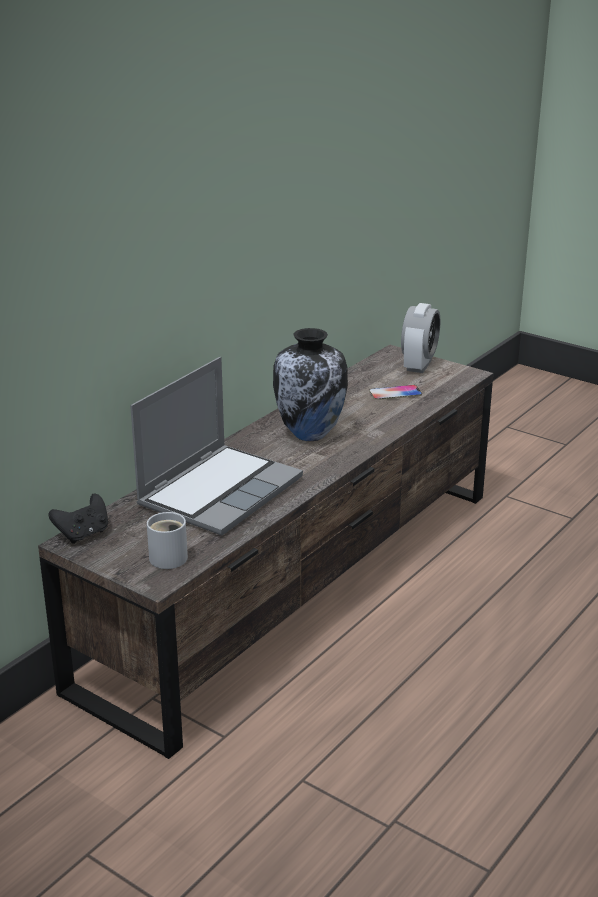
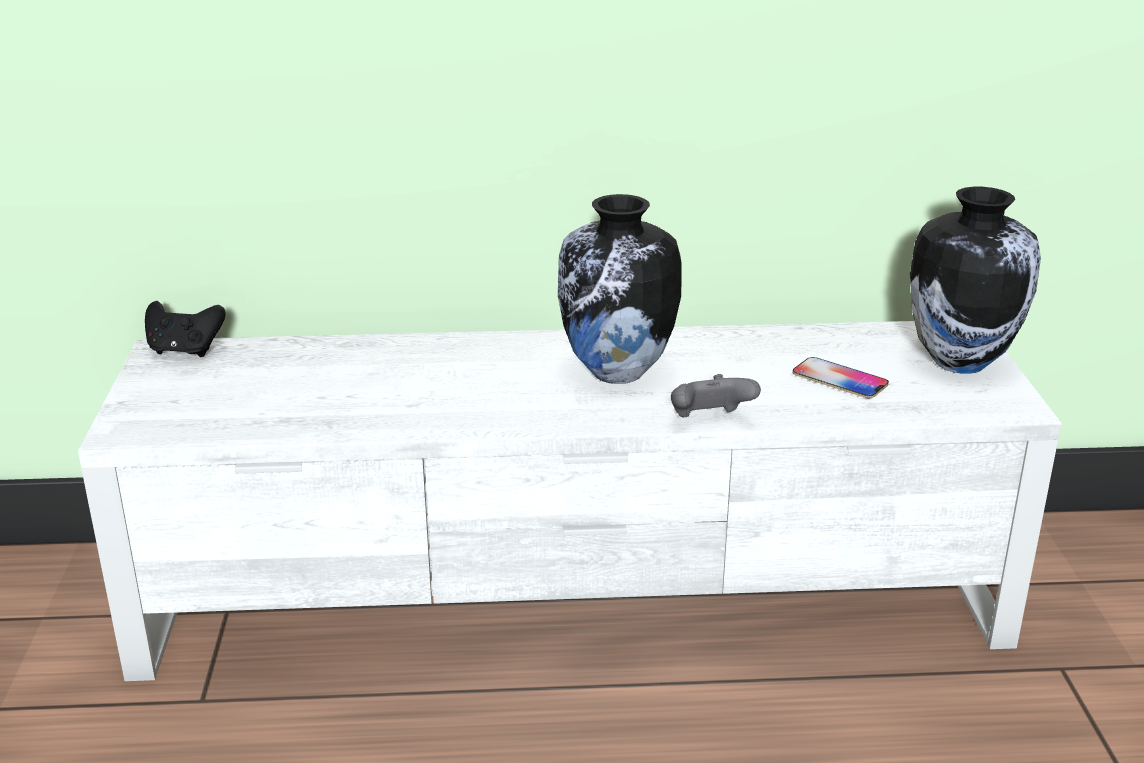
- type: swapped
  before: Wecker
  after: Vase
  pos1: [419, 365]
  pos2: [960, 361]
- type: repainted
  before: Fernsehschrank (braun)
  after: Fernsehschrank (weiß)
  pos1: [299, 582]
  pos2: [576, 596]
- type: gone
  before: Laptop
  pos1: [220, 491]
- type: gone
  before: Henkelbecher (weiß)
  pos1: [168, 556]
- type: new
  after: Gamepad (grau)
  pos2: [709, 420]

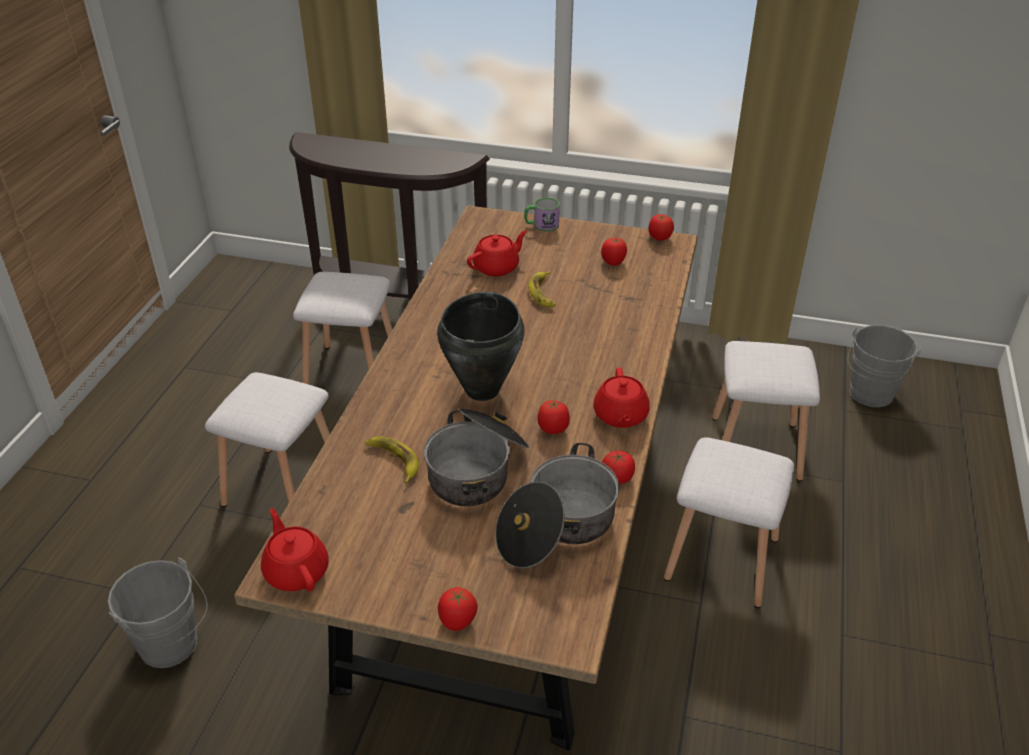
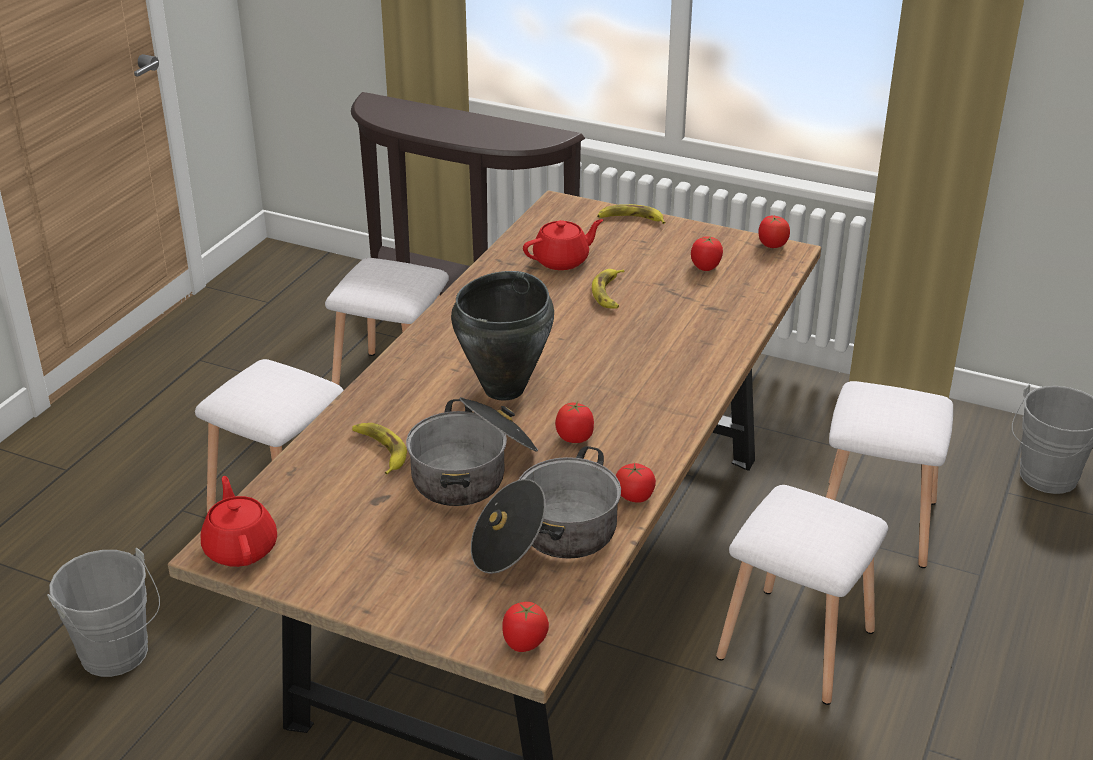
- type: swapped
  before: Henkelbecher
  after: Banane
  pos1: [541, 225]
  pos2: [630, 219]
- type: gone
  before: Teekanne (rot)
  pos1: [620, 416]
- type: shifted
  before: Tomate
  pos1: [457, 621]
  pos2: [524, 643]

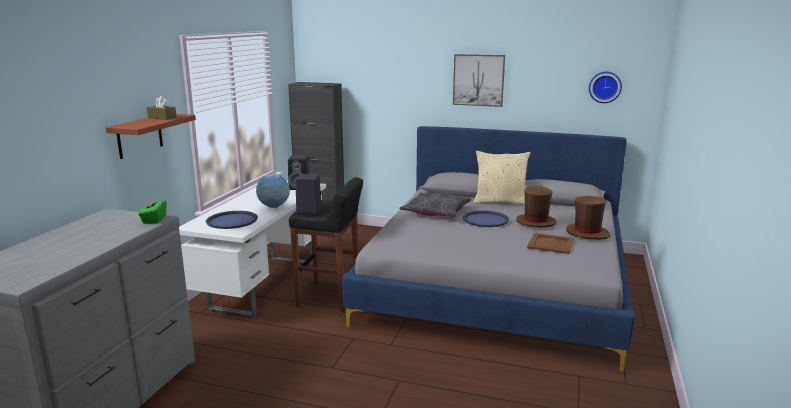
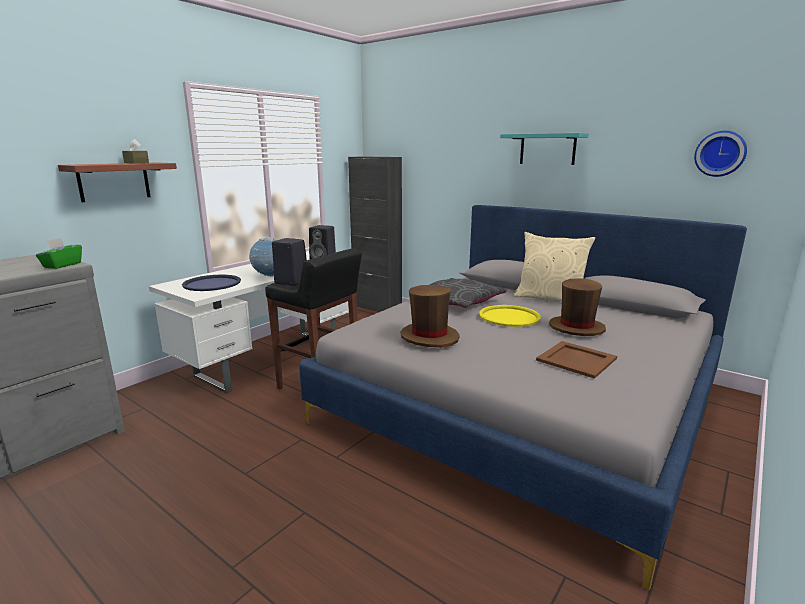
- type: swapped
  before: Bild
  after: Wandregal (türkis)
  pos1: [478, 80]
  pos2: [547, 149]
- type: shifted
  before: Hut (braun)
  pos1: [587, 233]
  pos2: [429, 337]
- type: repainted
  before: Tablett (blau)
  after: Tablett (gelb)
  pos1: [485, 219]
  pos2: [509, 317]

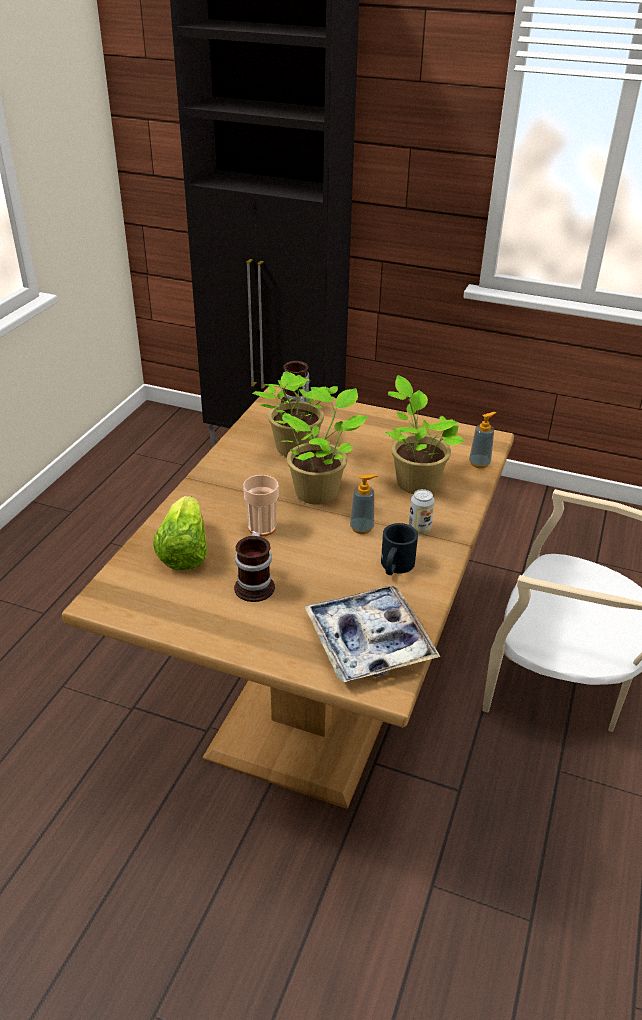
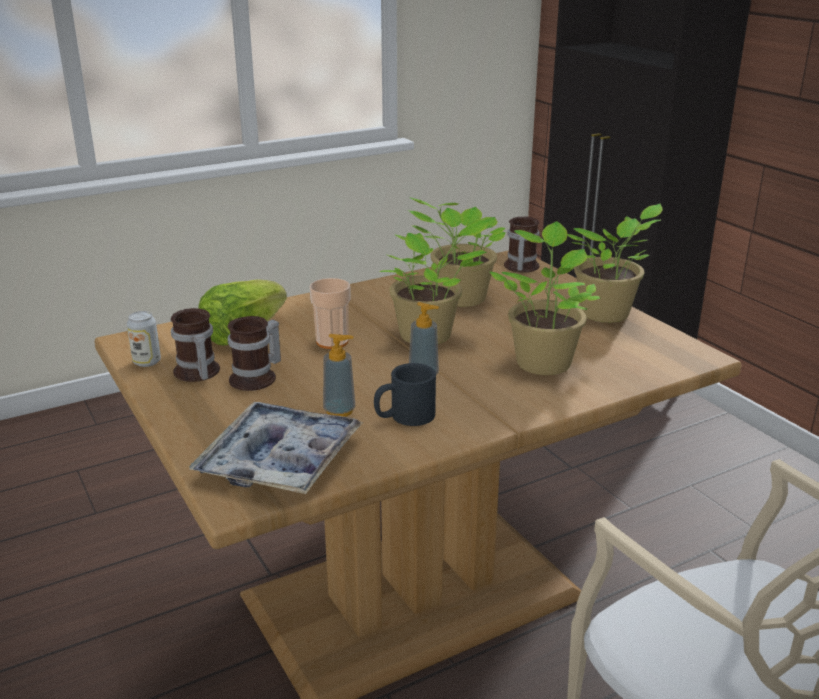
- type: shifted
  before: Seifenspender
  pos1: [479, 463]
  pos2: [339, 411]
- type: shifted
  before: Dose
  pos1: [419, 529]
  pos2: [147, 362]
- type: new
  after: Topfpflanze
  pos2: [607, 315]
- type: new
  after: Henkelbecher
  pos2: [196, 373]

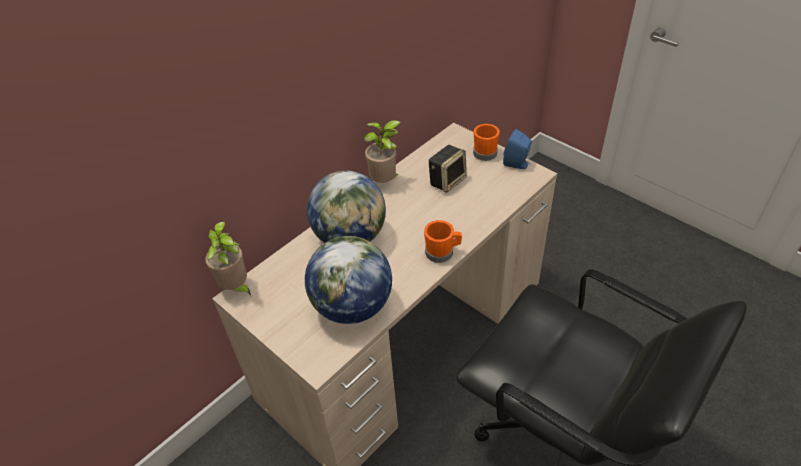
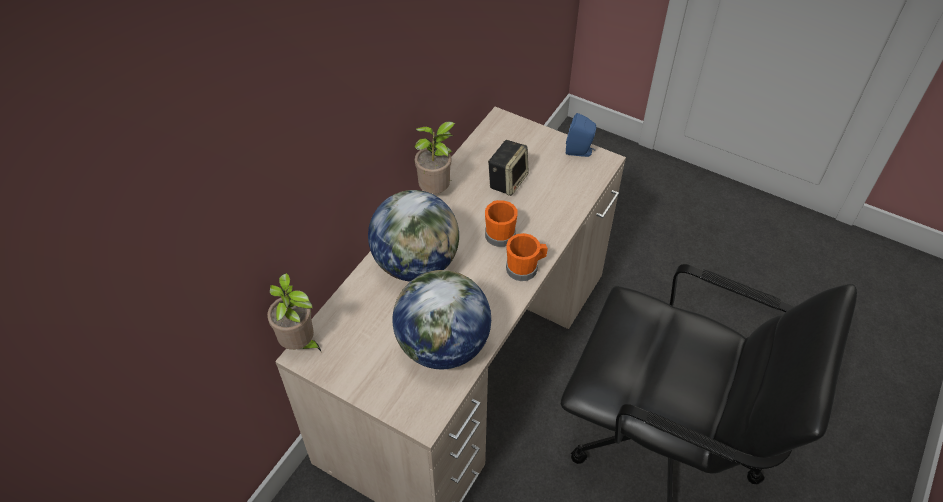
- type: shifted
  before: Henkelbecher (orange)
  pos1: [485, 151]
  pos2: [499, 232]

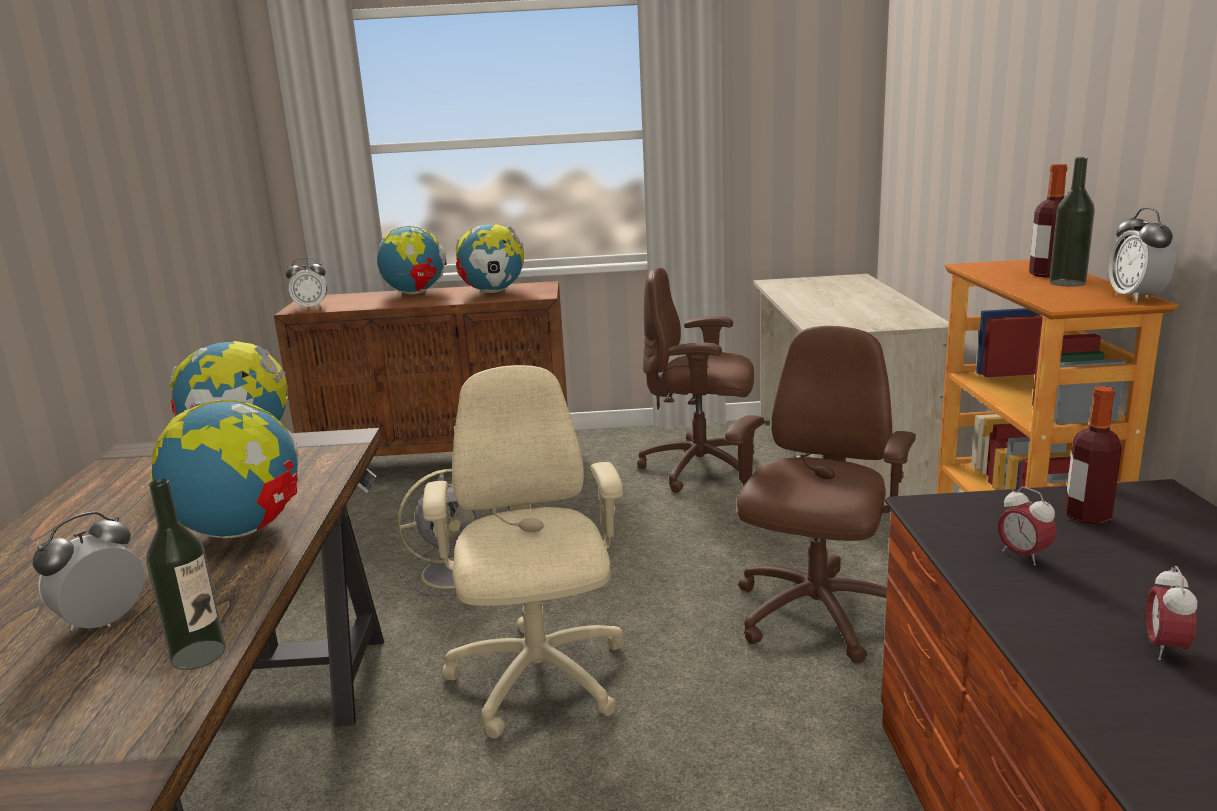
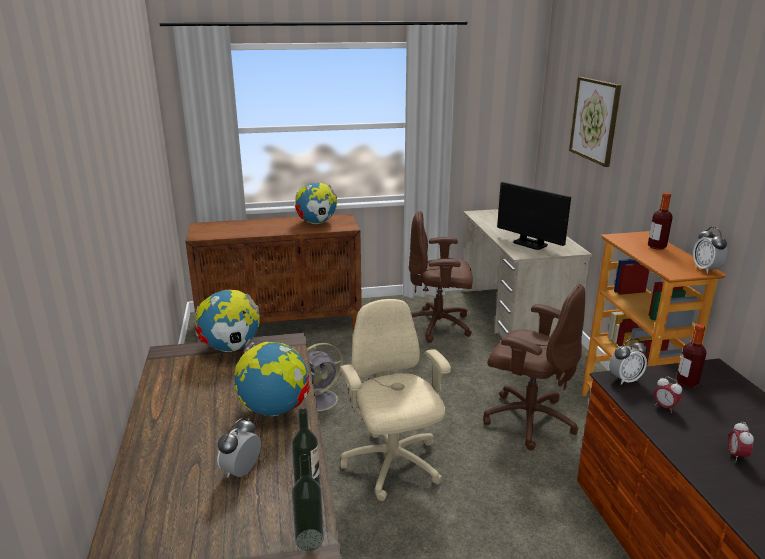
- type: shifted
  before: Flasche
  pos1: [1067, 283]
  pos2: [309, 539]
- type: gone
  before: Globus
  pos1: [415, 293]
- type: shifted
  before: Wecker
  pos1: [311, 307]
  pos2: [625, 380]
- type: rotated
  before: Bürostuhl (braun)
  pos1: [815, 616]
  pos2: [528, 419]
  turn: 105
- type: new
  after: Bild
  pos2: [595, 120]
- type: new
  after: Monitor
  pos2: [530, 244]

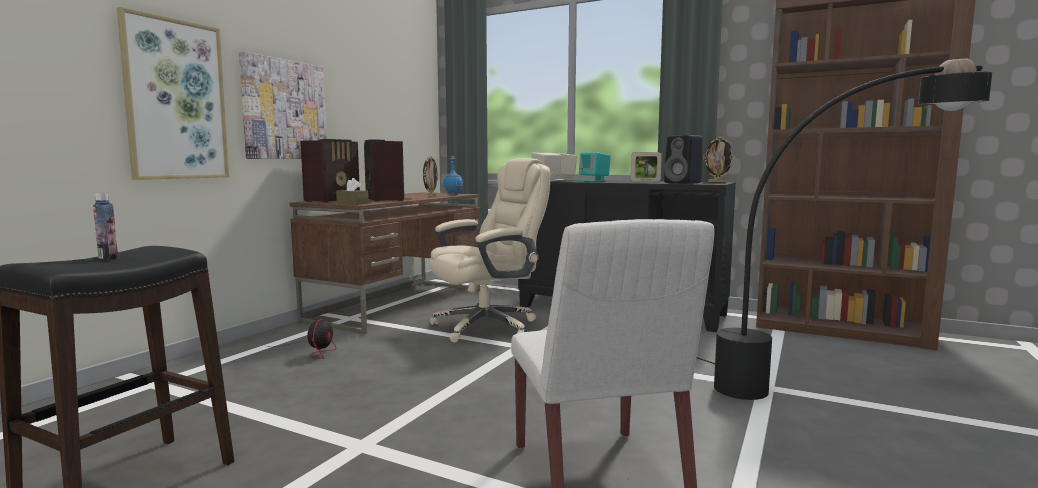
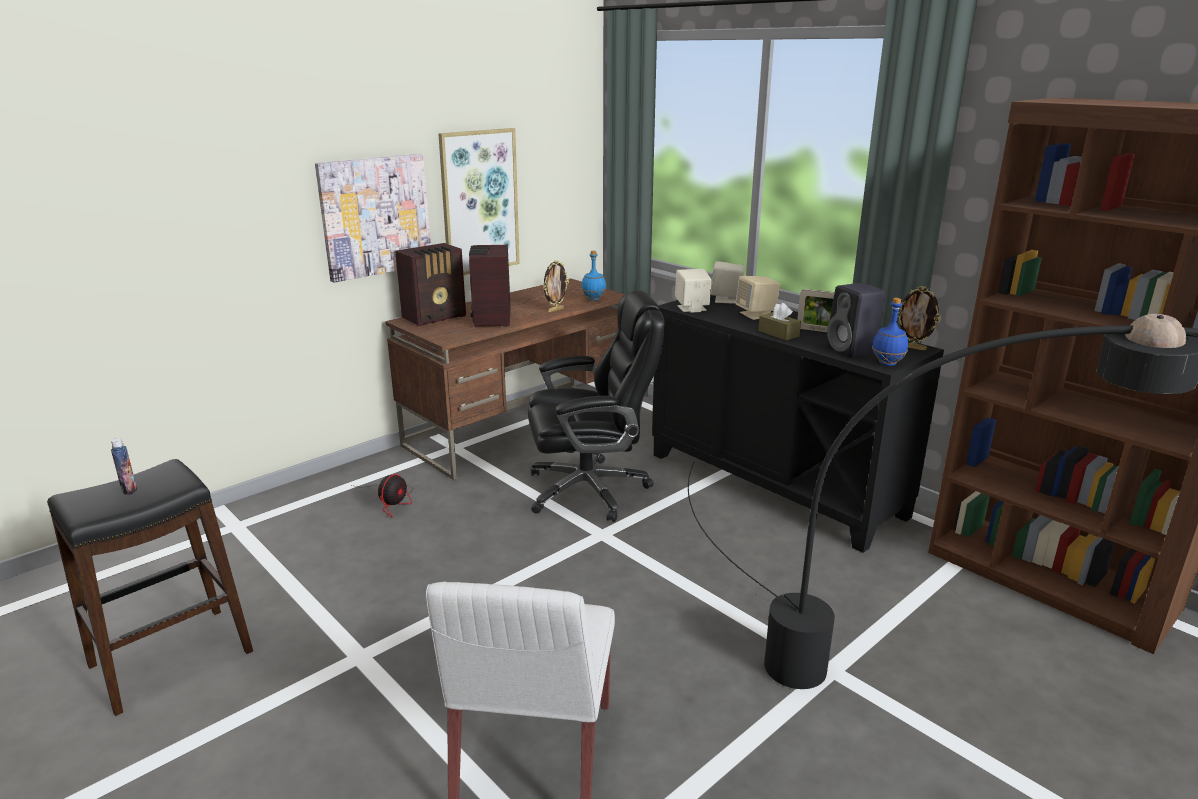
- type: shifted
  before: Bild
  pos1: [175, 100]
  pos2: [479, 202]
- type: repainted
  before: Lautsprecher (türkis)
  after: Lautsprecher (beige)
  pos1: [594, 180]
  pos2: [756, 315]
- type: repainted
  before: Bürostuhl (beige)
  after: Bürostuhl (schwarz)
  pos1: [488, 326]
  pos2: [590, 490]
- type: shifted
  before: Taschentuchbox (braun)
  pos1: [352, 203]
  pos2: [778, 333]
- type: new
  after: Flasche (blau)
  pos2: [887, 363]

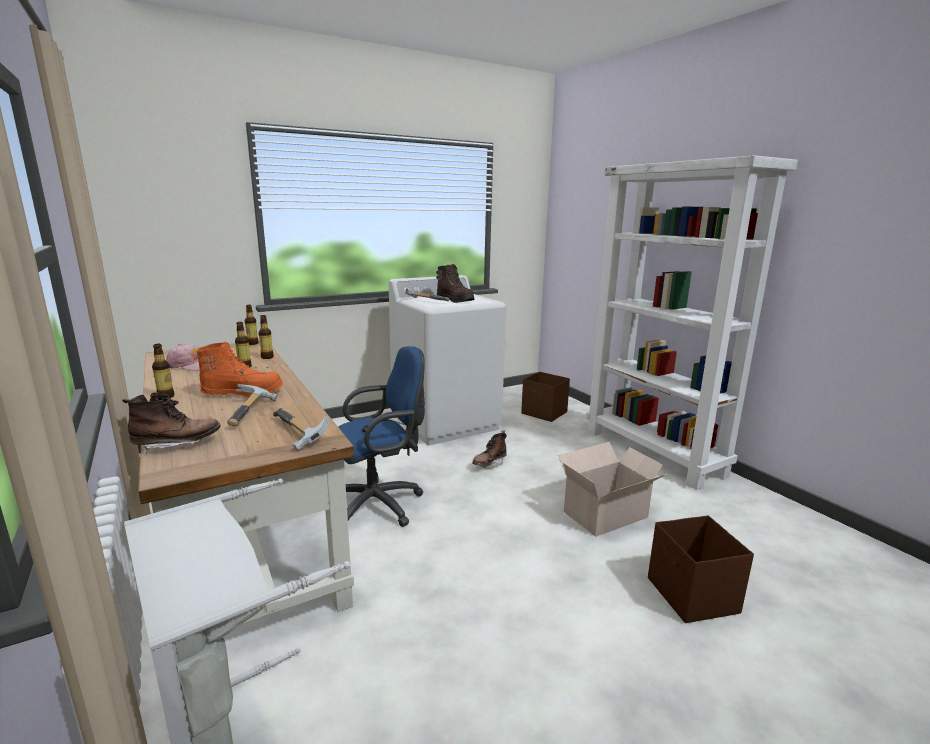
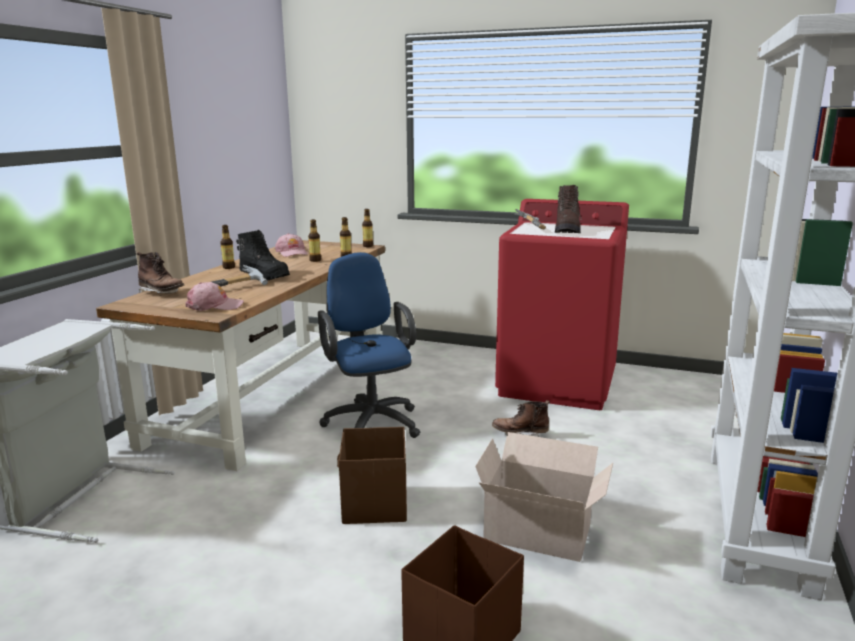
- type: repainted
  before: Waschmaschine (weiß)
  after: Waschmaschine (rot)
  pos1: [446, 422]
  pos2: [558, 383]
- type: repainted
  before: Stiefel (orange)
  after: Stiefel (schwarz)
  pos1: [243, 393]
  pos2: [265, 276]
- type: rotated
  before: Bürostuhl (blau)
  pos1: [380, 504]
  pos2: [370, 421]
  turn: -135
- type: shifted
  before: Aufbewahrungsbox (braun)
  pos1: [544, 413]
  pos2: [374, 505]
- type: swapped
  before: Hammer
  after: Kappe (rosa)
  pos1: [294, 434]
  pos2: [214, 306]

